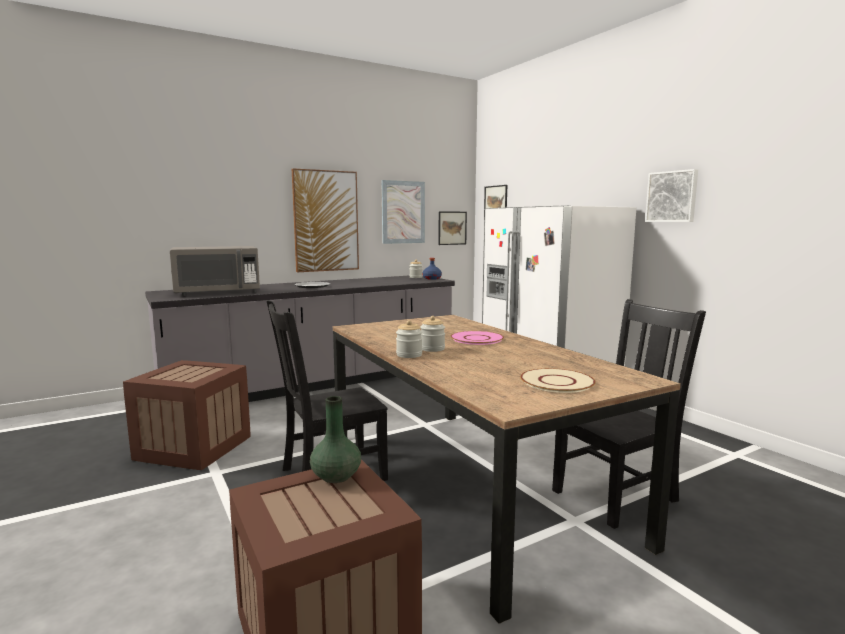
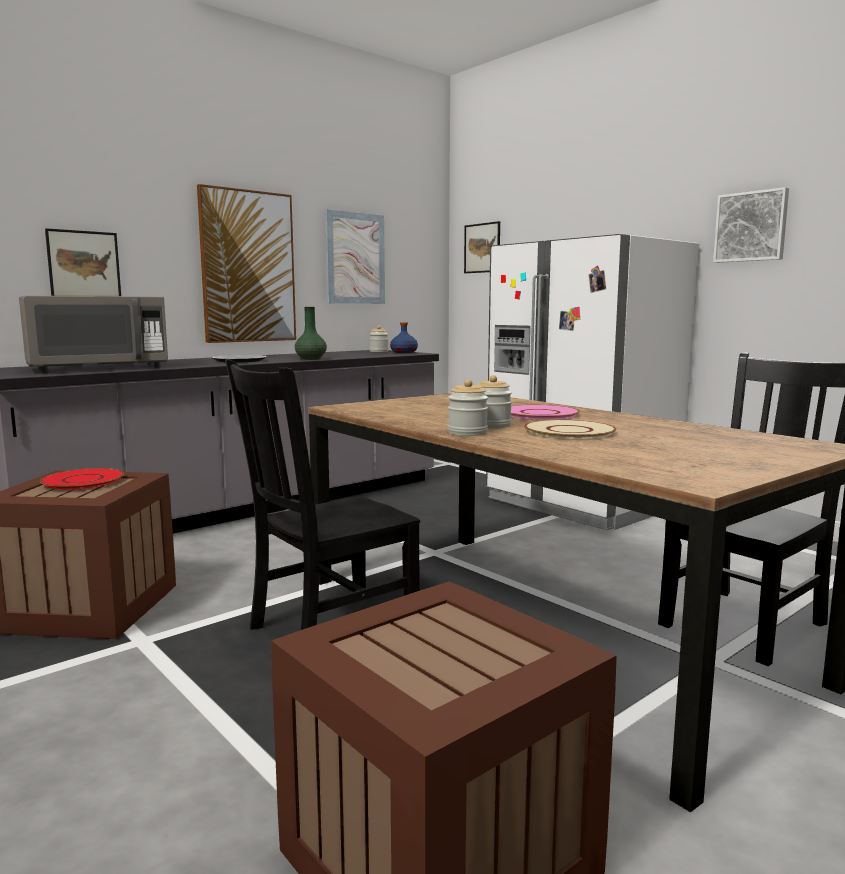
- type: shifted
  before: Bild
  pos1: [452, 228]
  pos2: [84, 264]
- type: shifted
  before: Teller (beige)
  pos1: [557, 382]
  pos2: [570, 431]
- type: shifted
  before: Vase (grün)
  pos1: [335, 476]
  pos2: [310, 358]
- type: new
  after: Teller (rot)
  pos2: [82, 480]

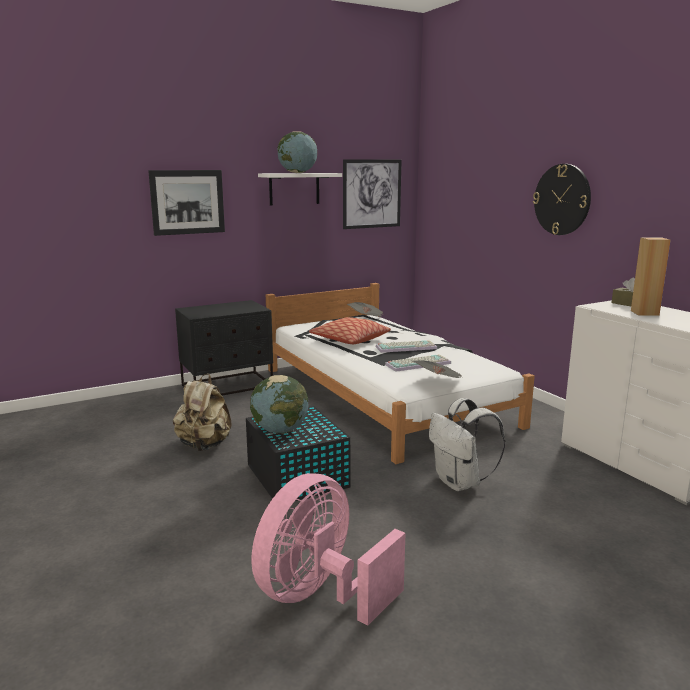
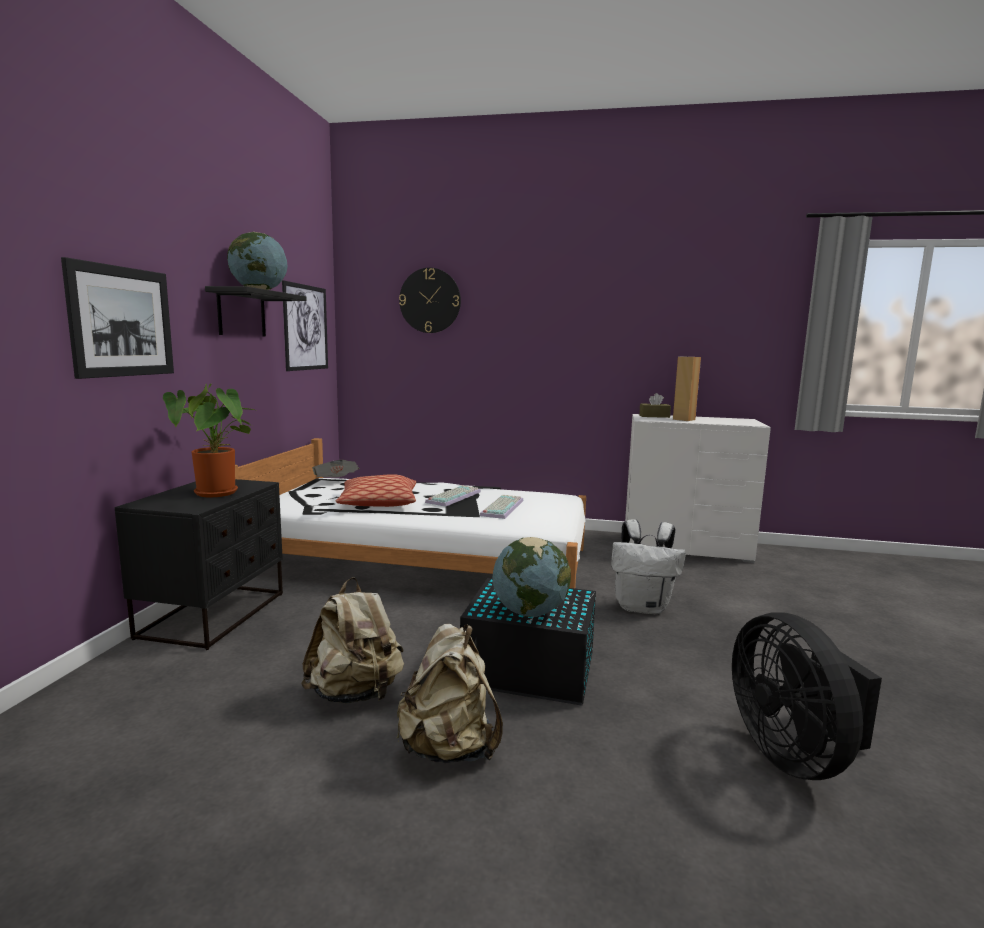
- type: shifted
  before: Wanduhr
  pos1: [562, 199]
  pos2: [430, 300]
- type: repainted
  before: Wandregal (weiß)
  after: Wandregal (schwarz)
  pos1: [294, 188]
  pos2: [241, 313]
- type: gone
  before: Zeitung
  pos1: [439, 383]
- type: repainted
  before: Ventilator (rosa)
  after: Ventilator (schwarz)
  pos1: [320, 595]
  pos2: [794, 755]
- type: new
  after: Topfpflanze
  pos2: [218, 494]
- type: new
  after: Rucksack (beige)
  pos2: [449, 748]

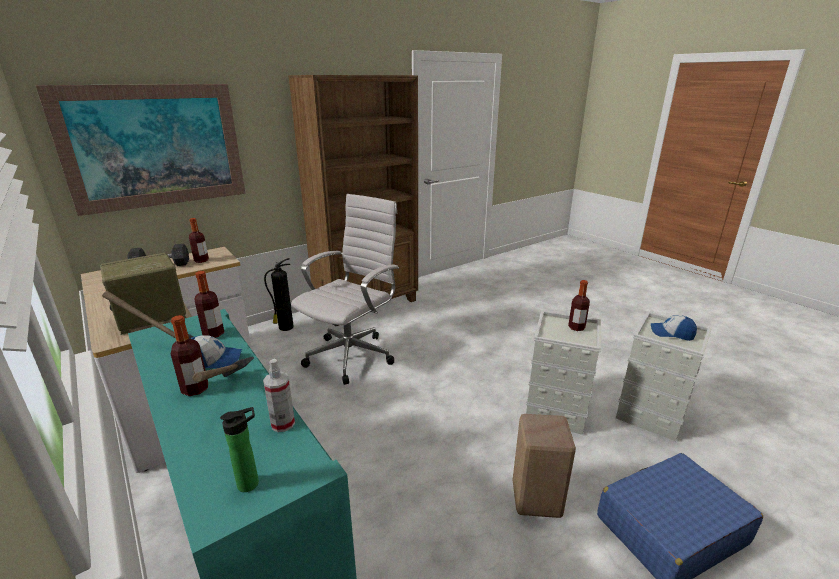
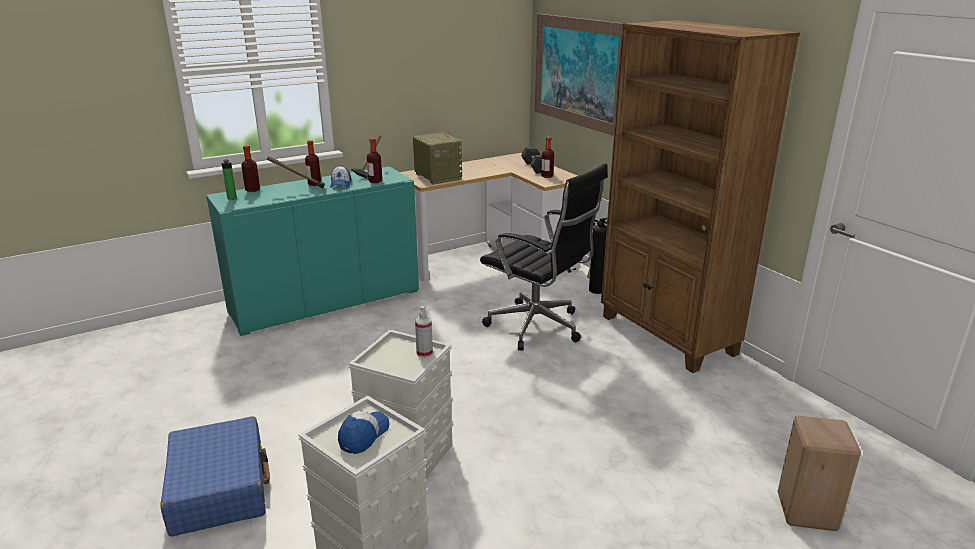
- type: repainted
  before: Bürostuhl (weiß)
  after: Bürostuhl (schwarz)
  pos1: [353, 355]
  pos2: [539, 328]
- type: shifted
  before: Flasche
  pos1: [576, 327]
  pos2: [252, 190]
- type: shifted
  before: Sprühflasche
  pos1: [283, 424]
  pos2: [424, 353]
- type: shifted
  before: Hocker (beige)
  pos1: [535, 497]
  pos2: [807, 511]

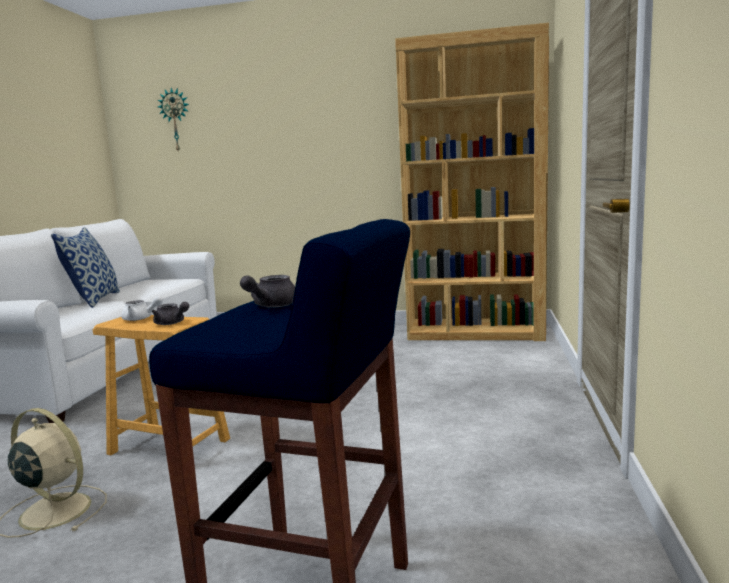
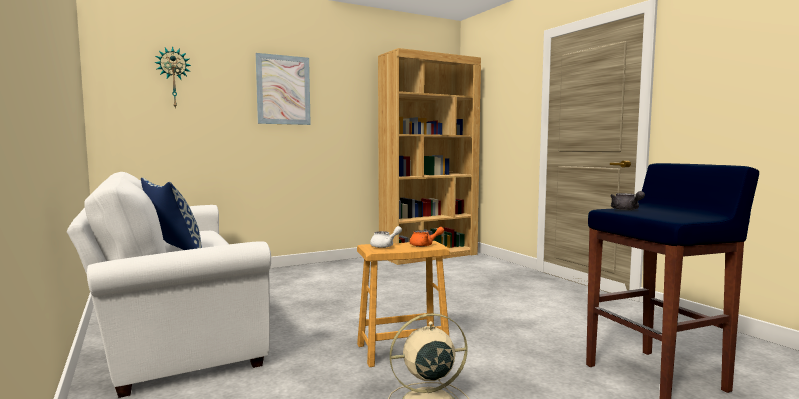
- type: repainted
  before: Teekanne (grau)
  after: Teekanne (orange)
  pos1: [171, 323]
  pos2: [425, 245]
- type: new
  after: Bild
  pos2: [283, 90]

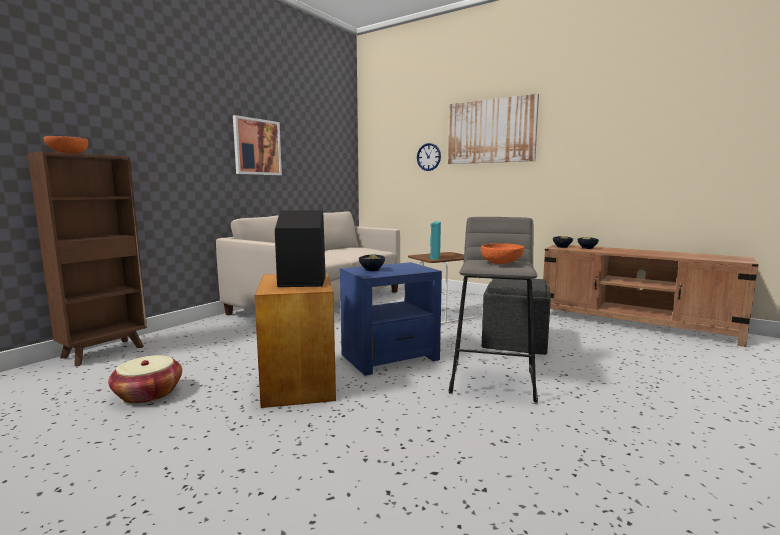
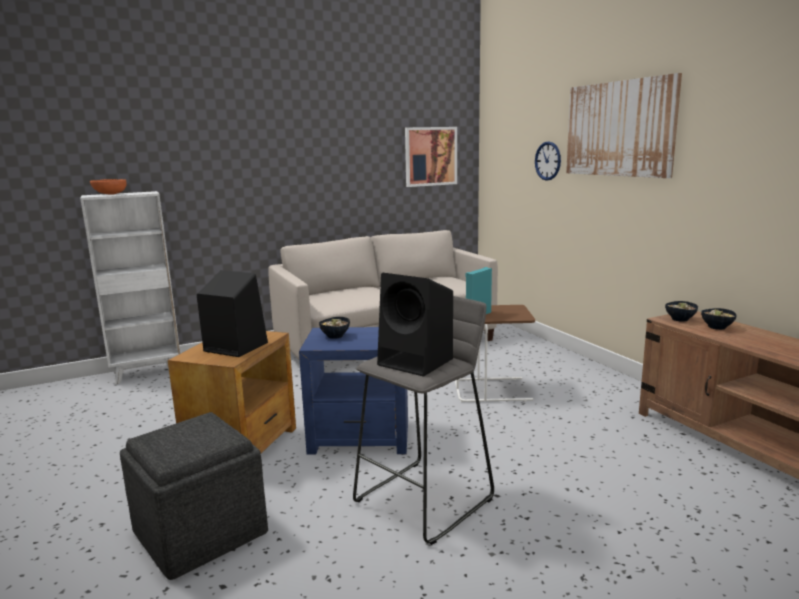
- type: shifted
  before: Bild
  pos1: [257, 147]
  pos2: [430, 156]
- type: repainted
  before: Bücherregal (braun)
  after: Bücherregal (weiß)
  pos1: [105, 352]
  pos2: [147, 373]
- type: swapped
  before: Schüssel (orange)
  after: Lautsprecher (schwarz)
  pos1: [502, 263]
  pos2: [417, 362]
- type: shifted
  before: Polsterhocker (grau)
  pos1: [515, 342]
  pos2: [202, 532]
- type: gone
  before: Korb
  pos1: [148, 394]

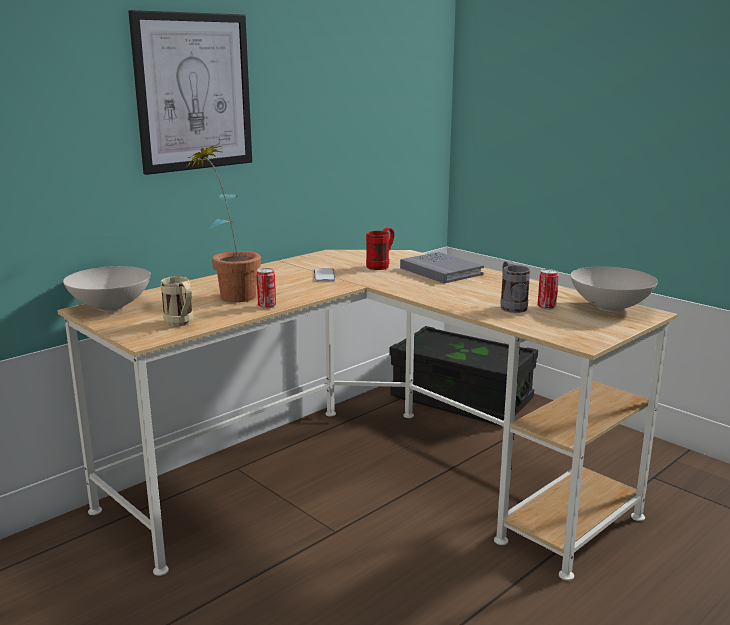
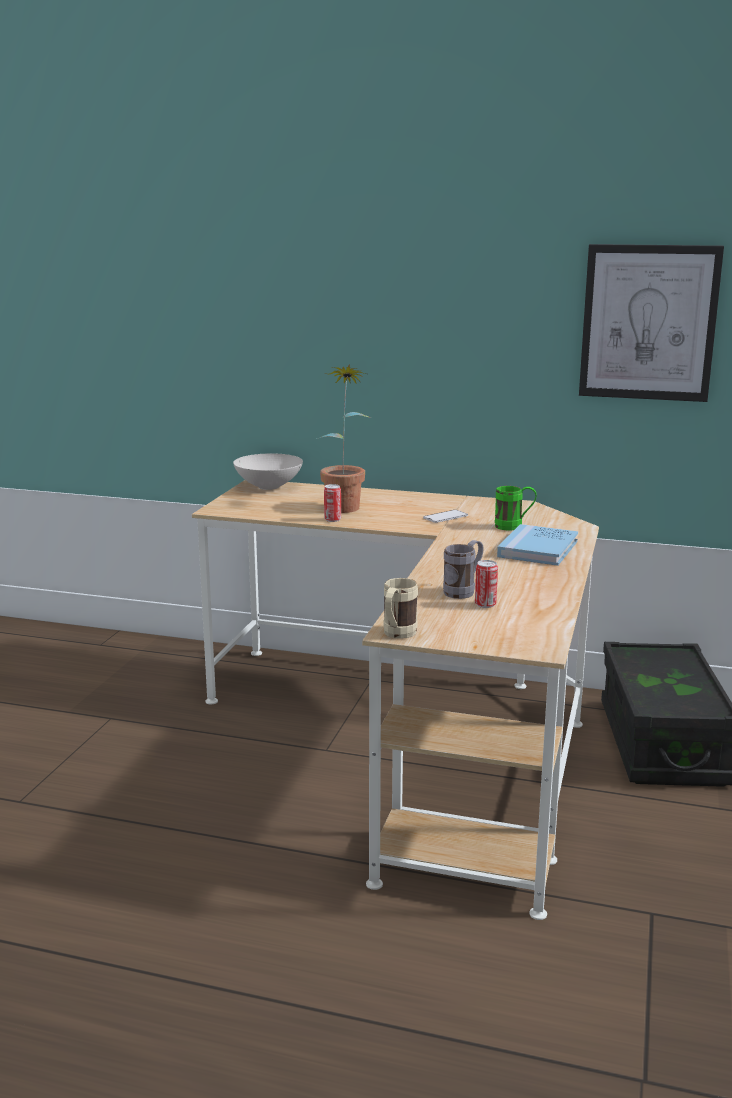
- type: shifted
  before: Bild
  pos1: [193, 92]
  pos2: [648, 323]
- type: repainted
  before: Henkelbecher (rot)
  after: Henkelbecher (grün)
  pos1: [381, 266]
  pos2: [514, 527]
- type: repainted
  before: Buch (grau)
  after: Buch (blau)
  pos1: [441, 271]
  pos2: [538, 549]
- type: gone
  before: Schüssel (weiß)
  pos1: [609, 307]
- type: shifted
  before: Henkelbecher (beige)
  pos1: [181, 324]
  pos2: [396, 635]

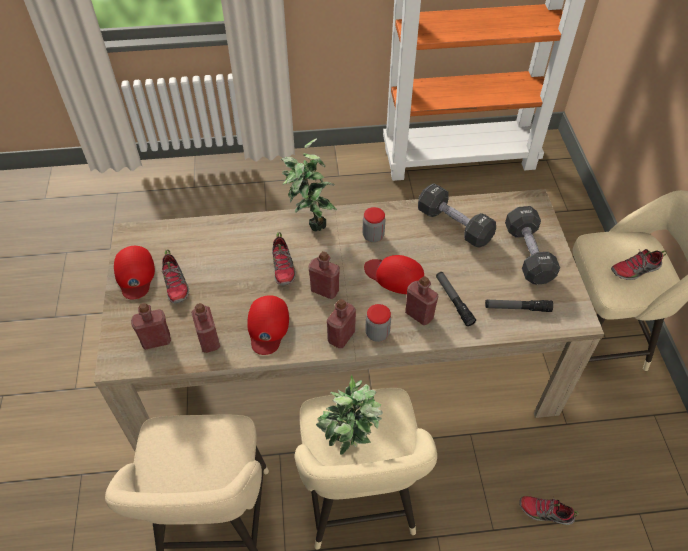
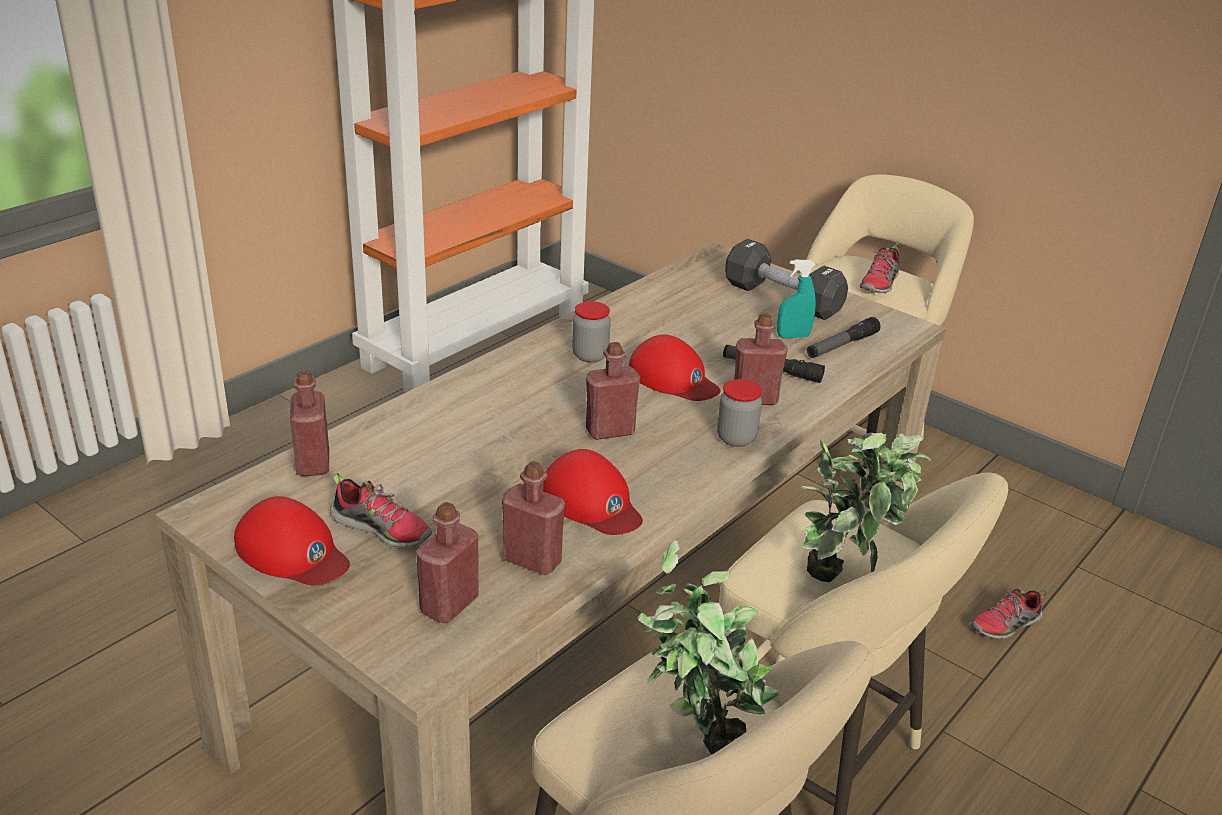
- type: shifted
  before: Topfpflanze
  pos1: [310, 221]
  pos2: [696, 748]
- type: gone
  before: Hantel (schwarz)
  pos1: [454, 225]
- type: gone
  before: Schuh
  pos1: [283, 267]
- type: rotated
  before: Kappe (rot)
  pos1: [395, 276]
  pos2: [673, 379]
  turn: -120
- type: shifted
  before: Flasche (rot)
  pos1: [341, 336]
  pos2: [313, 463]
- type: new
  after: Sprühflasche (türkis)
  pos2: [793, 336]

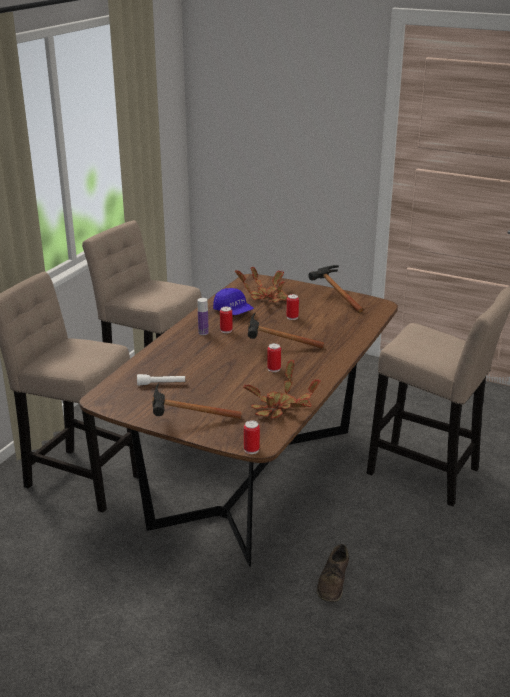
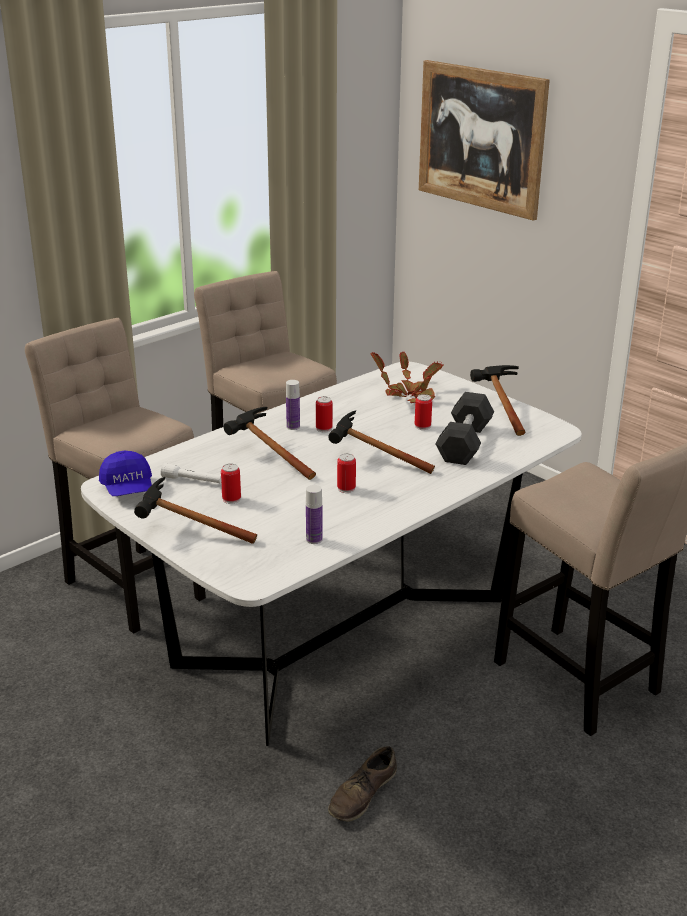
- type: repainted
  before: Esstisch (braun)
  after: Esstisch (weiß)
  pos1: [254, 477]
  pos2: [342, 633]
- type: shifted
  before: Kappe (blau)
  pos1: [233, 311]
  pos2: [128, 489]
- type: swapped
  before: Topfpflanze
  after: Flasche
  pos1: [279, 407]
  pos2: [314, 539]
- type: shifted
  before: Dose
  pos1: [251, 449]
  pos2: [231, 499]
- type: new
  after: Bild
  pos2: [481, 138]
- type: new
  after: Hantel (schwarz)
  pos2: [464, 443]
- type: new
  after: Hammer
  pos2: [265, 457]

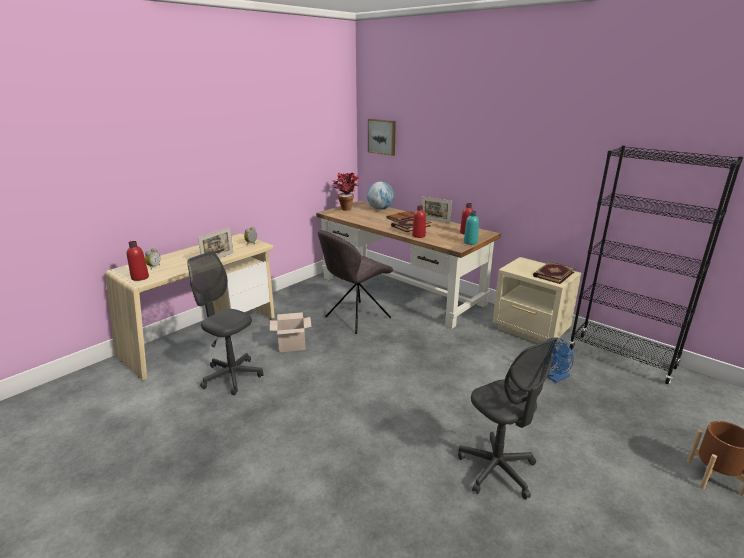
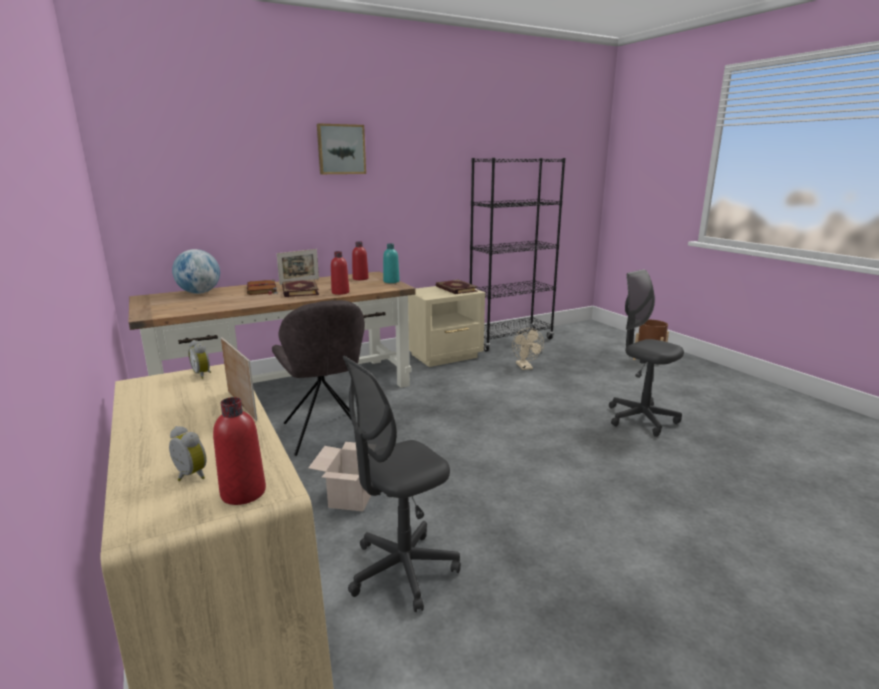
- type: shifted
  before: Bild
  pos1: [382, 136]
  pos2: [341, 149]
- type: gone
  before: Topfpflanze
  pos1: [347, 208]
- type: rotated
  before: Bürostuhl (grau)
  pos1: [497, 470]
  pos2: [641, 419]
  turn: -120
- type: repainted
  before: Ventilator (blau)
  after: Ventilator (beige)
  pos1: [555, 378]
  pos2: [525, 367]

